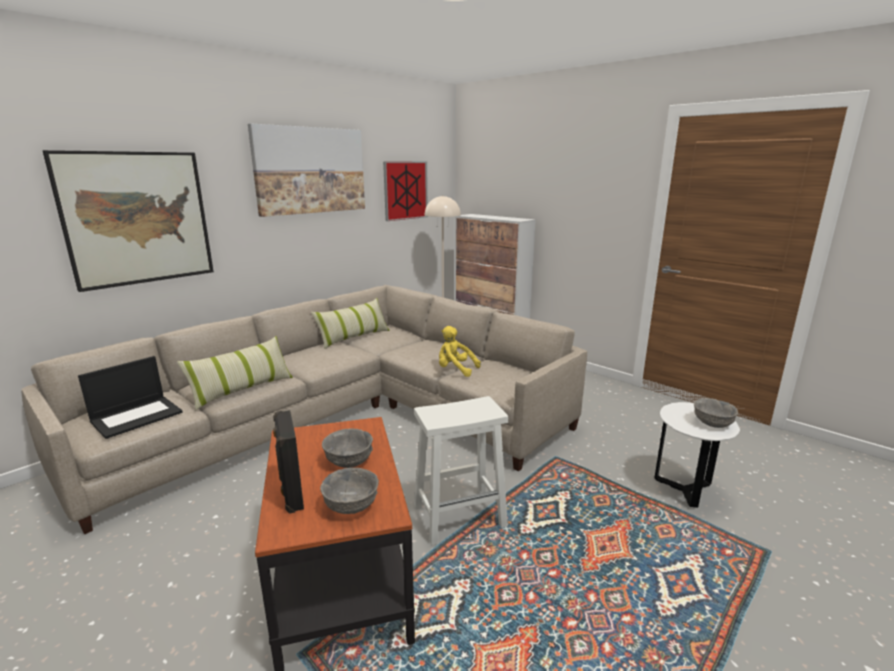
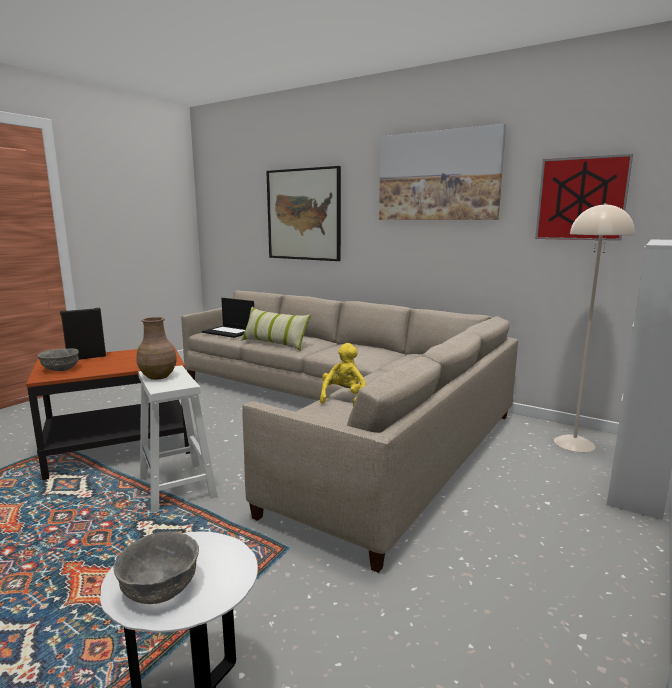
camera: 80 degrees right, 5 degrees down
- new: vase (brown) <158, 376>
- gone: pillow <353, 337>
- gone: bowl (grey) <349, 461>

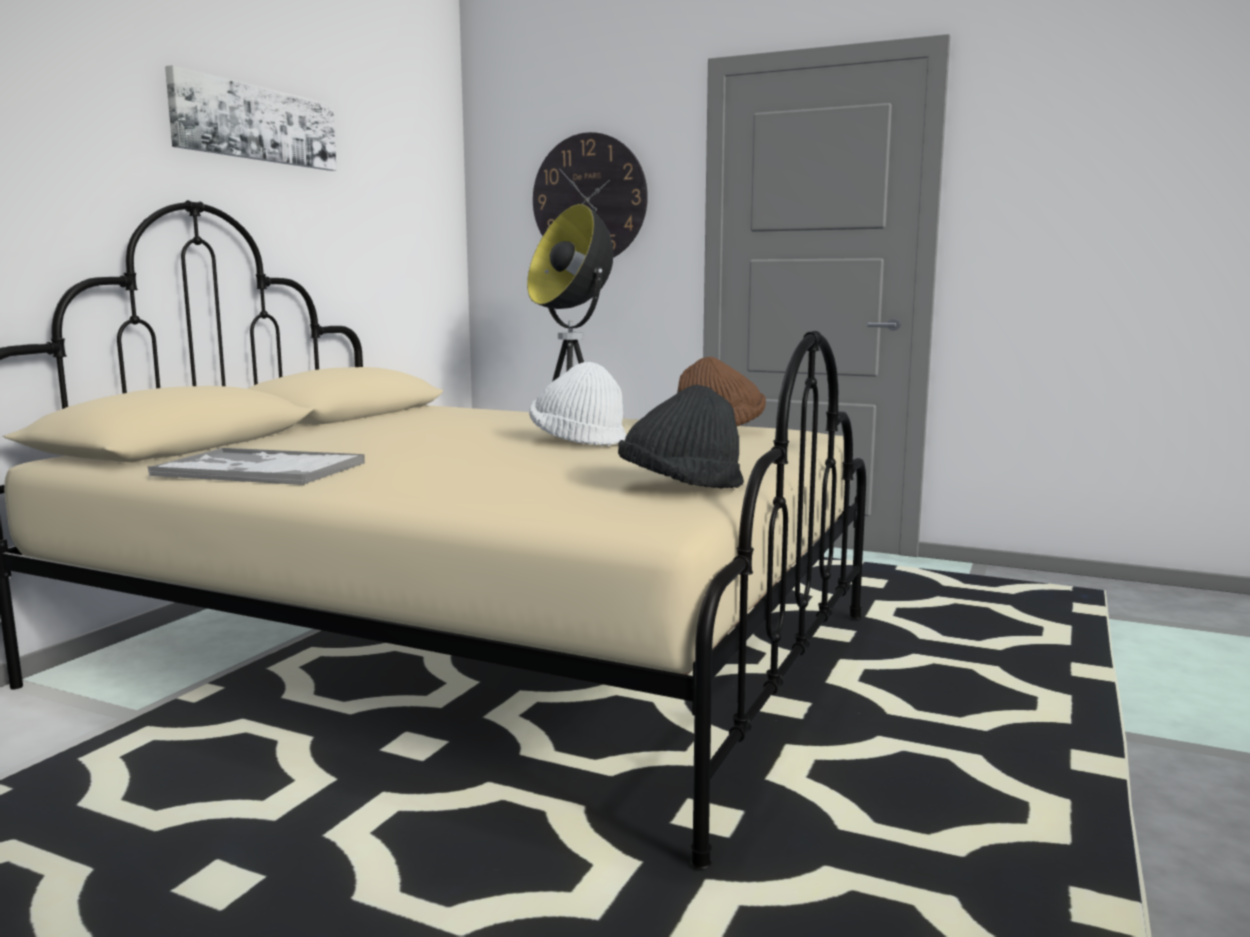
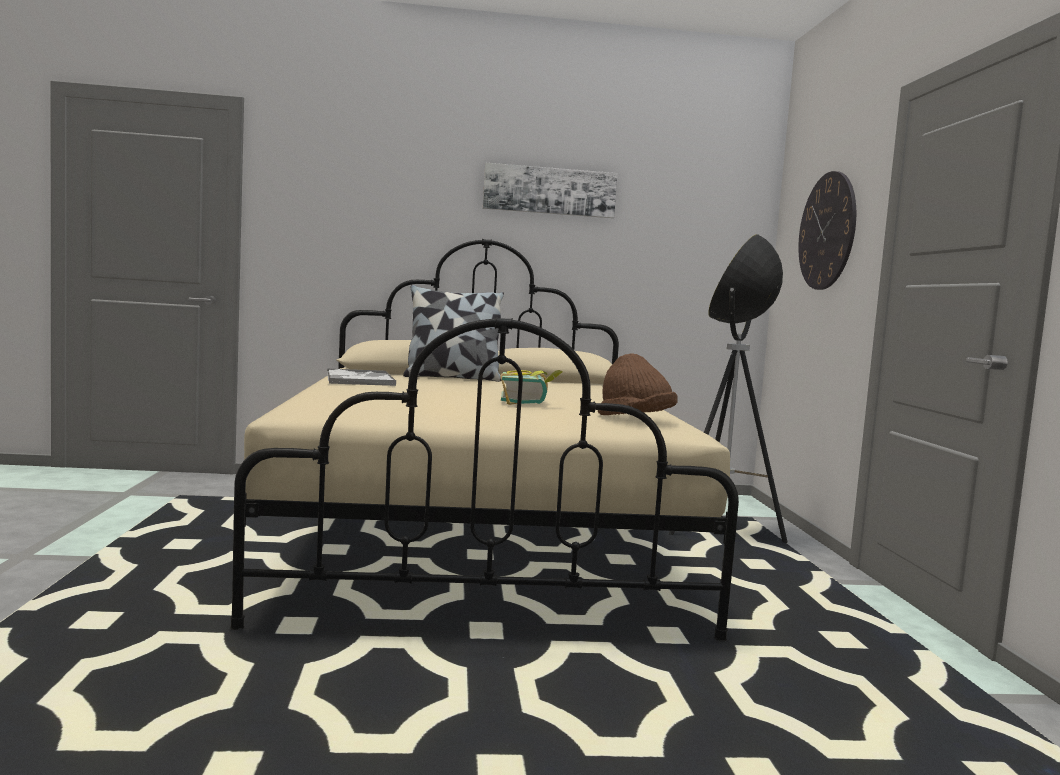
camera: 60 degrees right, 5 degrees down
- new: pillow <452, 378>
- swapped: hat (white) <578, 441> to book <529, 403>
- gone: hat (black) <680, 488>

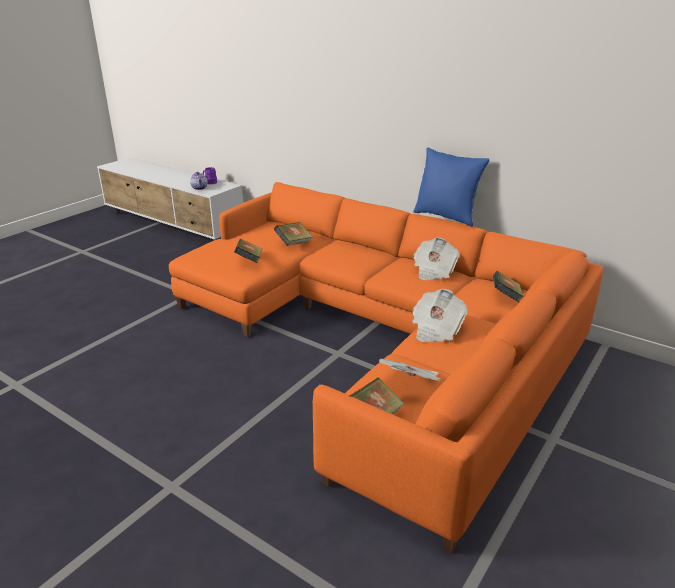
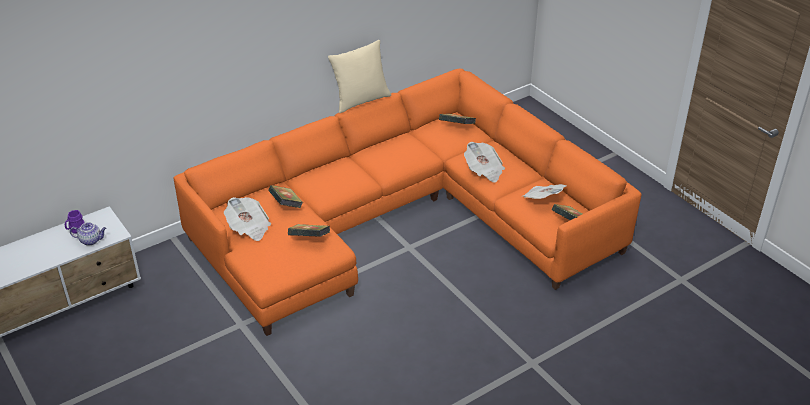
camera: 70 degrees left, 10 degrees up
- shifted: newspaper <433, 271> to <249, 228>
- repainted: pillow (blue) <446, 216> to pillow (beige) <361, 101>

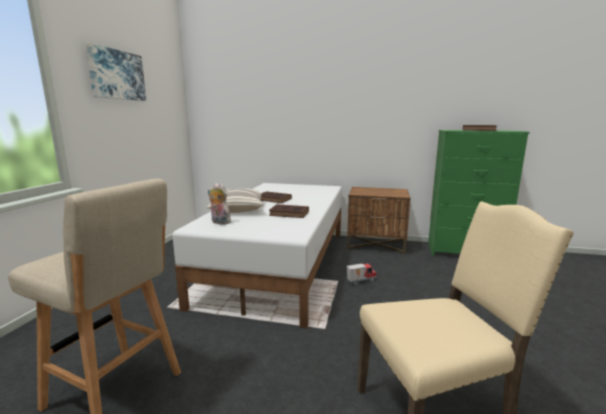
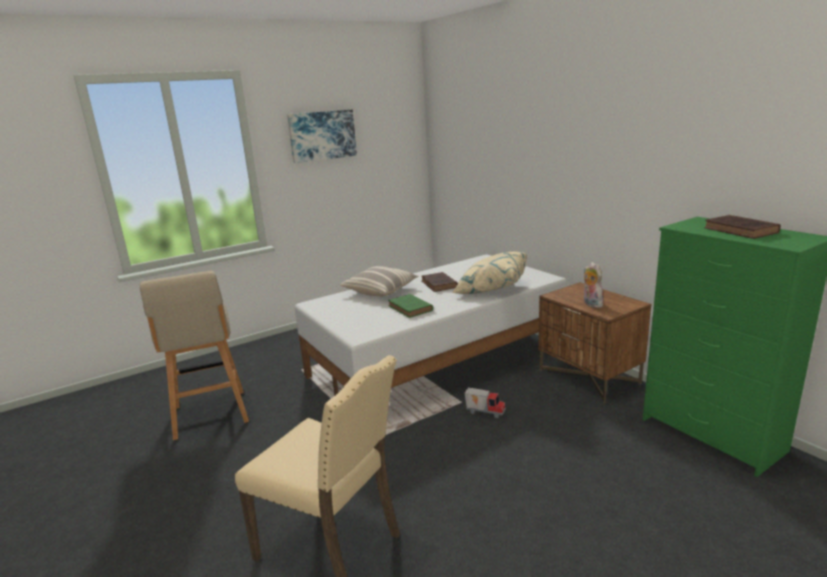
camera: 45 degrees right, 5 degrees up
- repainted: book (brown) <290, 213> to book (green) <411, 309>
- new: pillow (beige) <490, 288>
- shifted: plush toy <219, 222> to <591, 304>

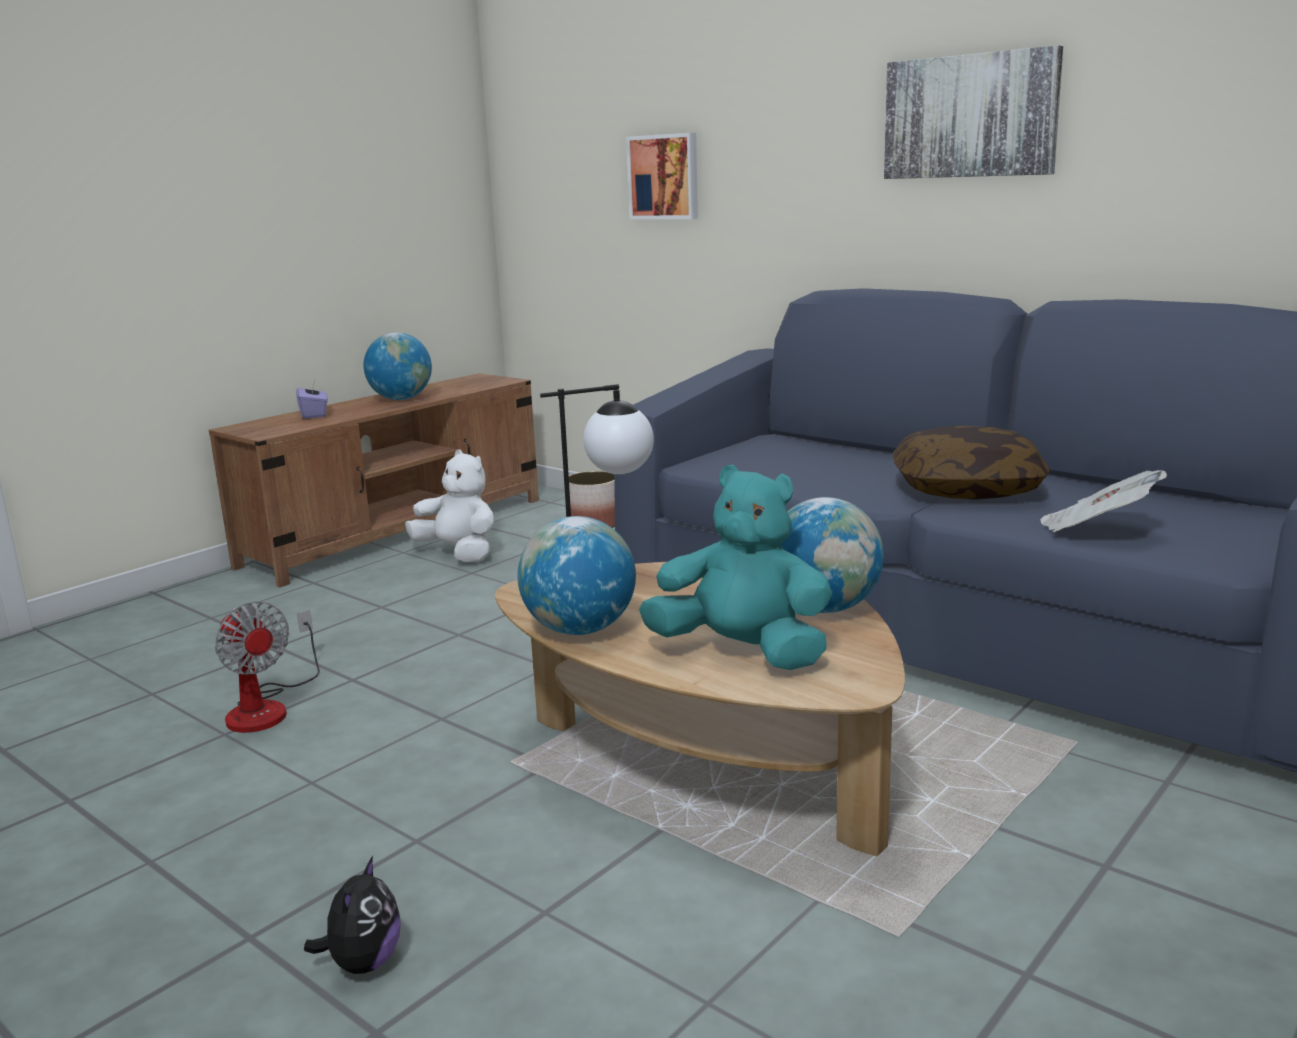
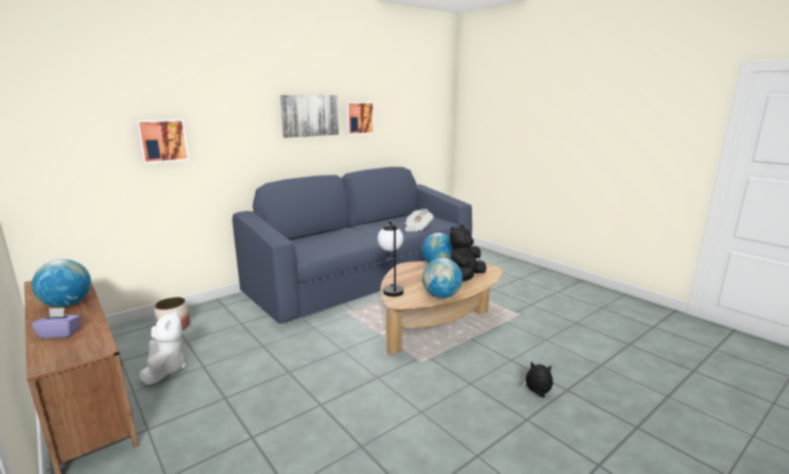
camera: 80 degrees left, 0 degrees up
- rotated: plush toy (white) <459, 554> = <165, 370> 120 degrees clockwise
- new: picture <359, 118>
- repainted: plush toy (turquoise) <742, 652> to plush toy (black) <466, 277>
- gone: fan <267, 707>
- gone: pillow <966, 489>

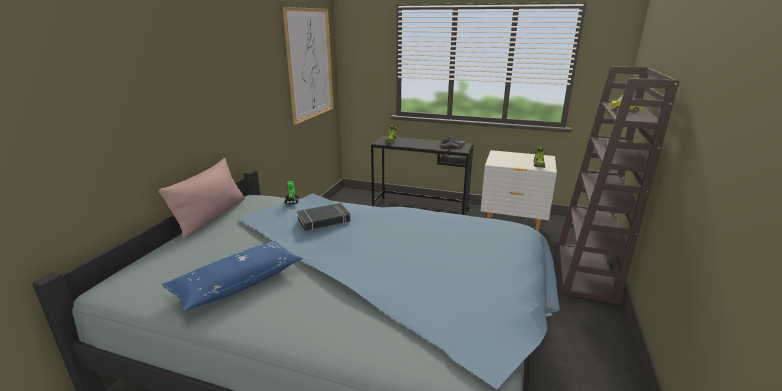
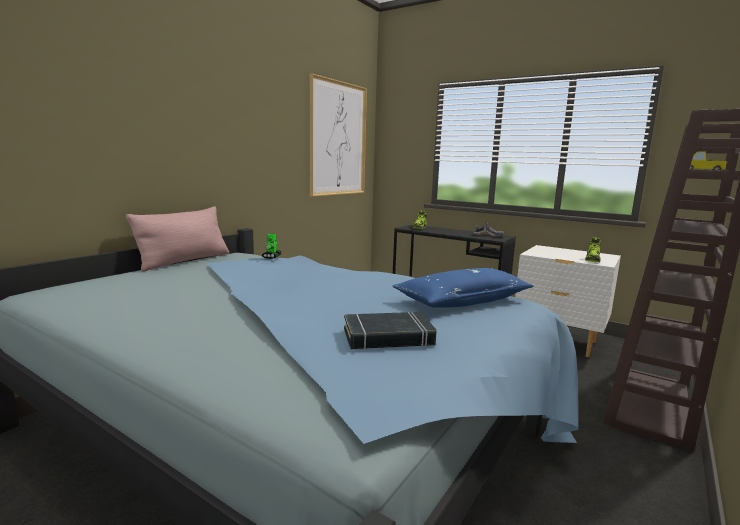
camera: 15 degrees right, 10 degrees down
- shifted: book (black) <324, 220> to <388, 337>
- shifted: pillow (blue) <238, 283> to <463, 301>

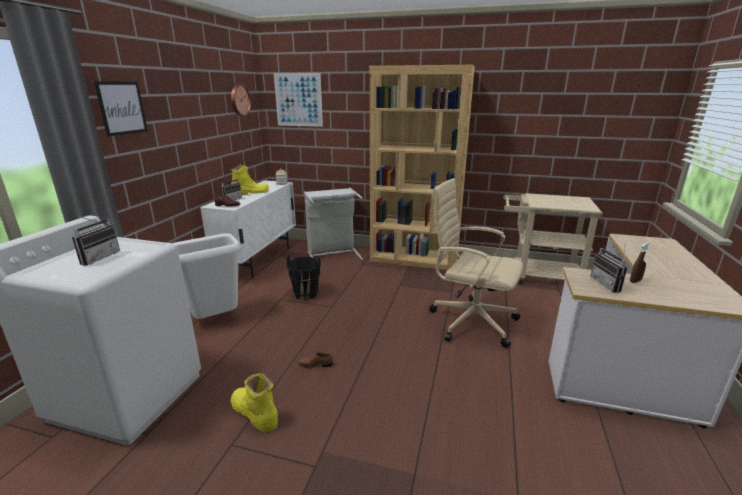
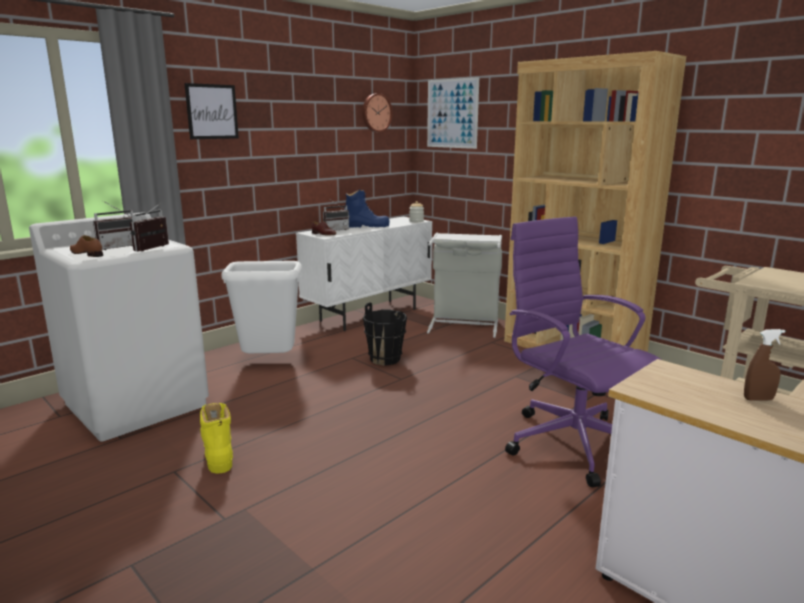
camera: 30 degrees right, 5 degrees down
- shifted: shoe (brown) <315, 364> to <87, 254>
- shifted: radio <609, 285> to <155, 249>
- repainted: boot (yellow) <250, 193> to boot (blue) <366, 226>
- repainted: office chair (beige) <470, 321> to office chair (purple) <572, 441>

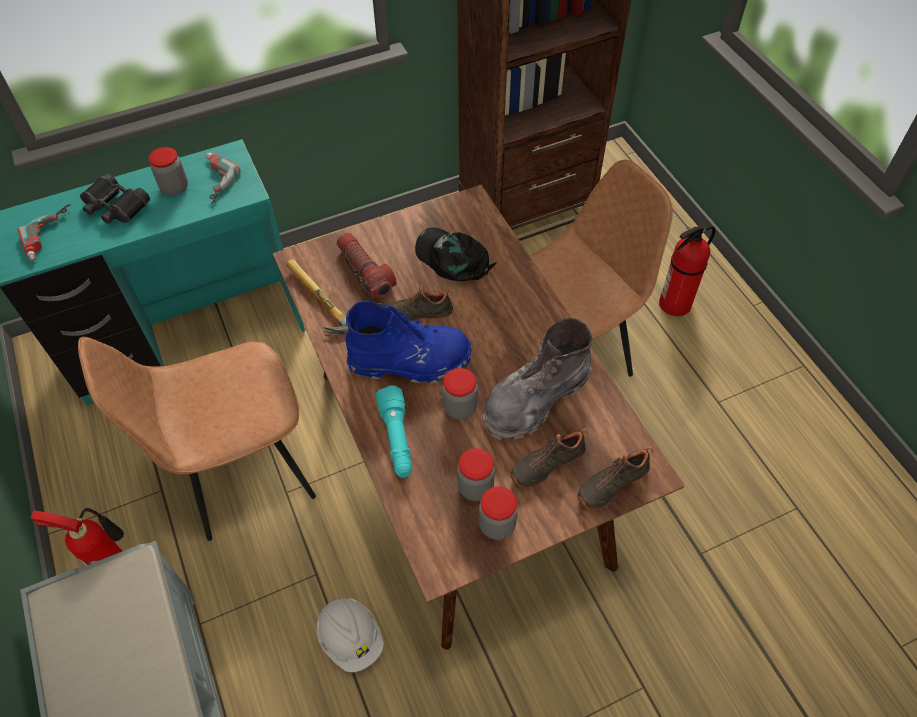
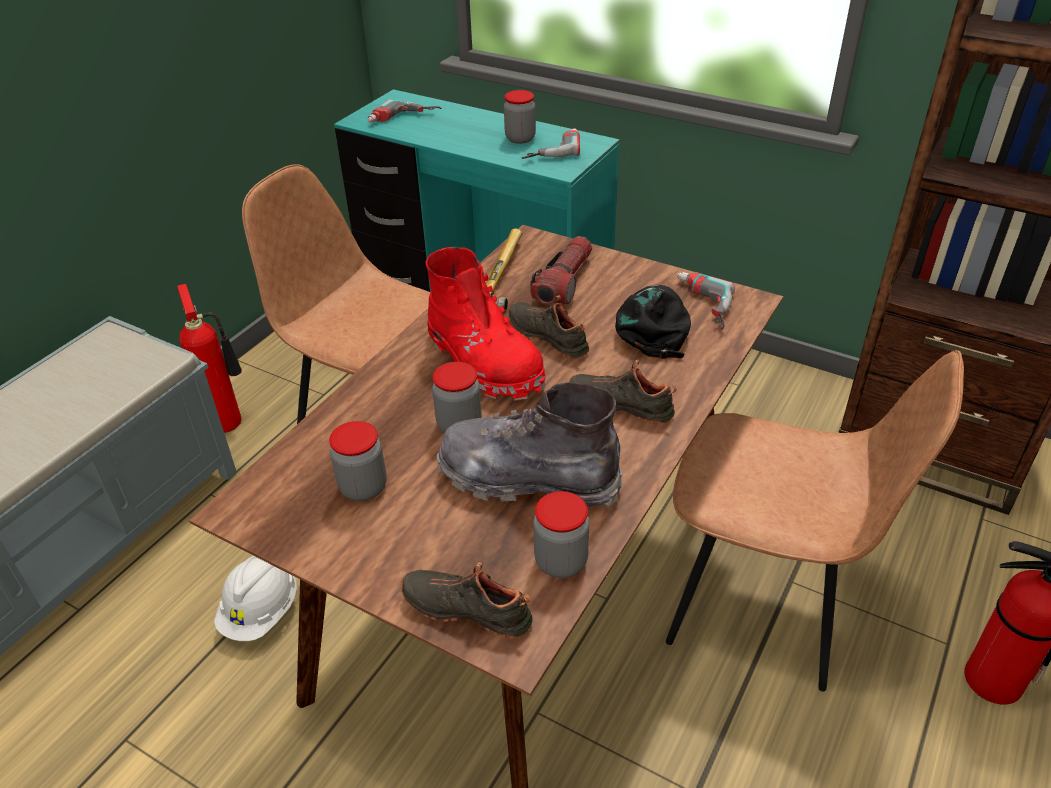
camera: 55 degrees right, 15 degrees down
- repainted: boot (blue) <410, 361> to boot (red) <484, 363>
- shifted: jar <497, 525> to <561, 562>
- shifted: shoe (black) <546, 463> to <621, 404>
- new: power drill <699, 305>
- gone: binoculars (black) <115, 207>
- gone: flashlight (turquoise) <397, 439>

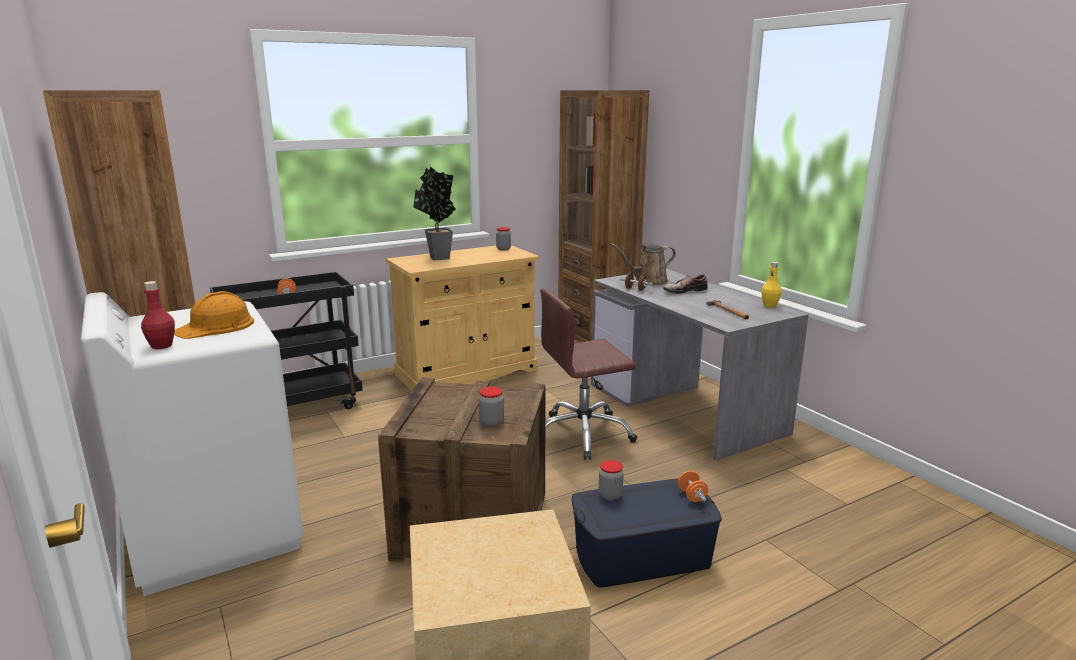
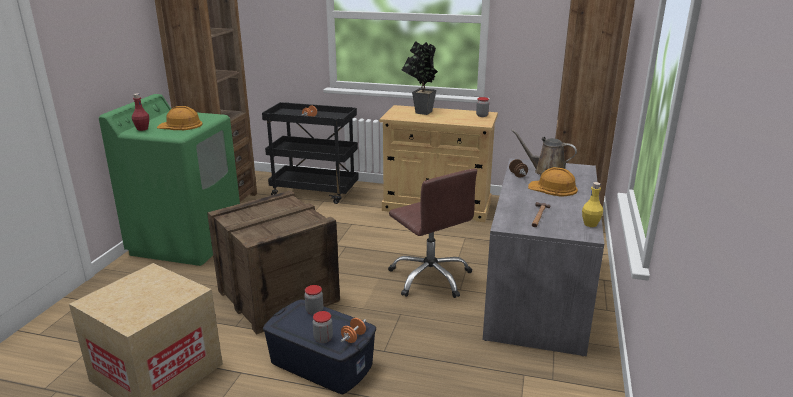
camera: 45 degrees right, 5 degrees up
- repainted: washing machine (white) <215, 532> to washing machine (green) <187, 241>
- shifted: jar <491, 423> to <323, 338>
- rotated: office chair (brown) <583, 434> = <430, 277> 150 degrees counterclockwise
- swapped: shoe <683, 290> to hard hat (orange) <553, 188>

